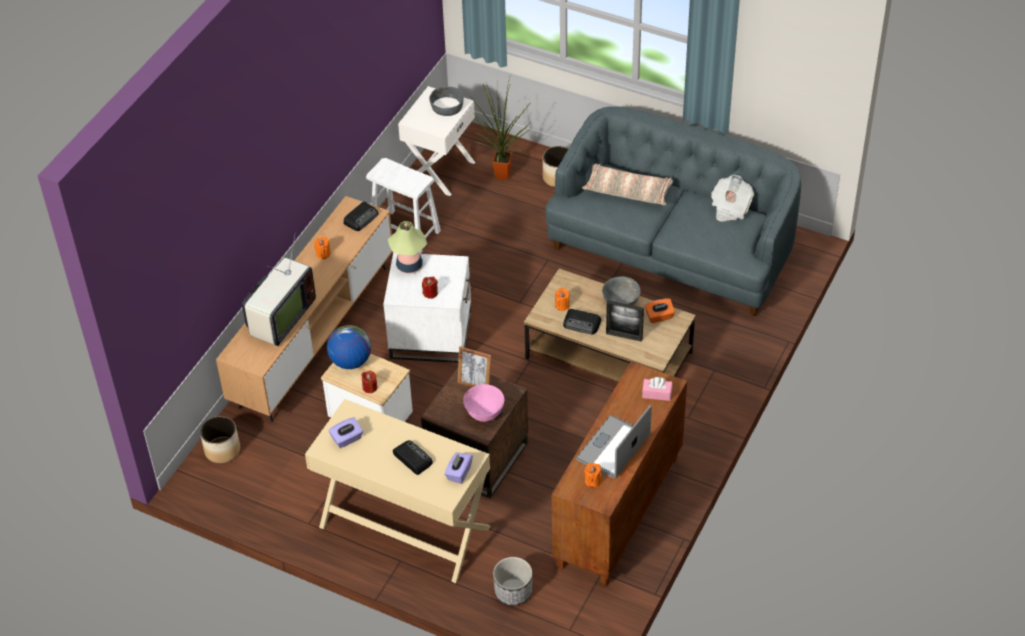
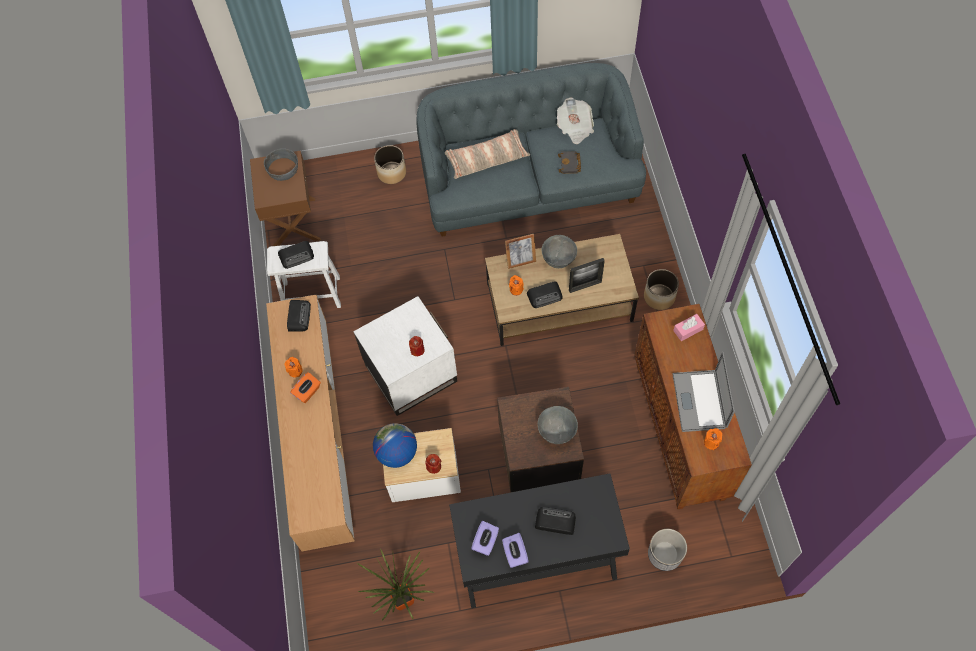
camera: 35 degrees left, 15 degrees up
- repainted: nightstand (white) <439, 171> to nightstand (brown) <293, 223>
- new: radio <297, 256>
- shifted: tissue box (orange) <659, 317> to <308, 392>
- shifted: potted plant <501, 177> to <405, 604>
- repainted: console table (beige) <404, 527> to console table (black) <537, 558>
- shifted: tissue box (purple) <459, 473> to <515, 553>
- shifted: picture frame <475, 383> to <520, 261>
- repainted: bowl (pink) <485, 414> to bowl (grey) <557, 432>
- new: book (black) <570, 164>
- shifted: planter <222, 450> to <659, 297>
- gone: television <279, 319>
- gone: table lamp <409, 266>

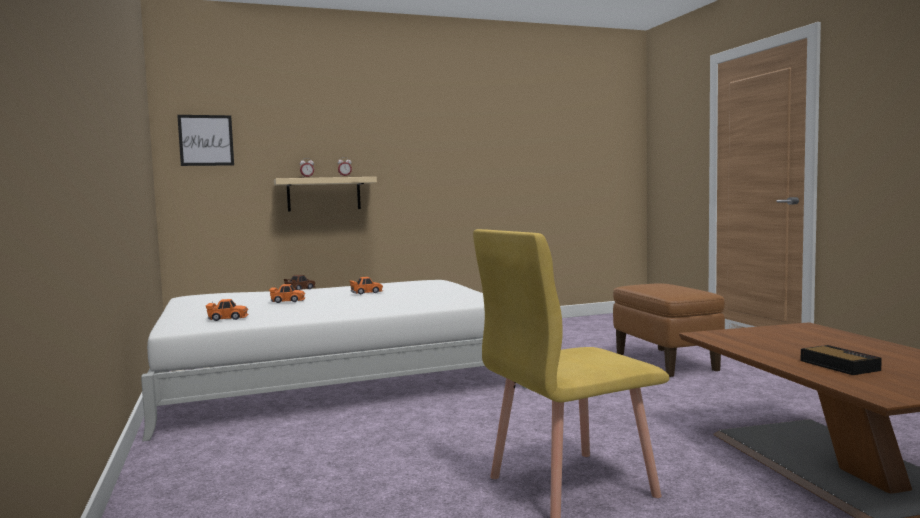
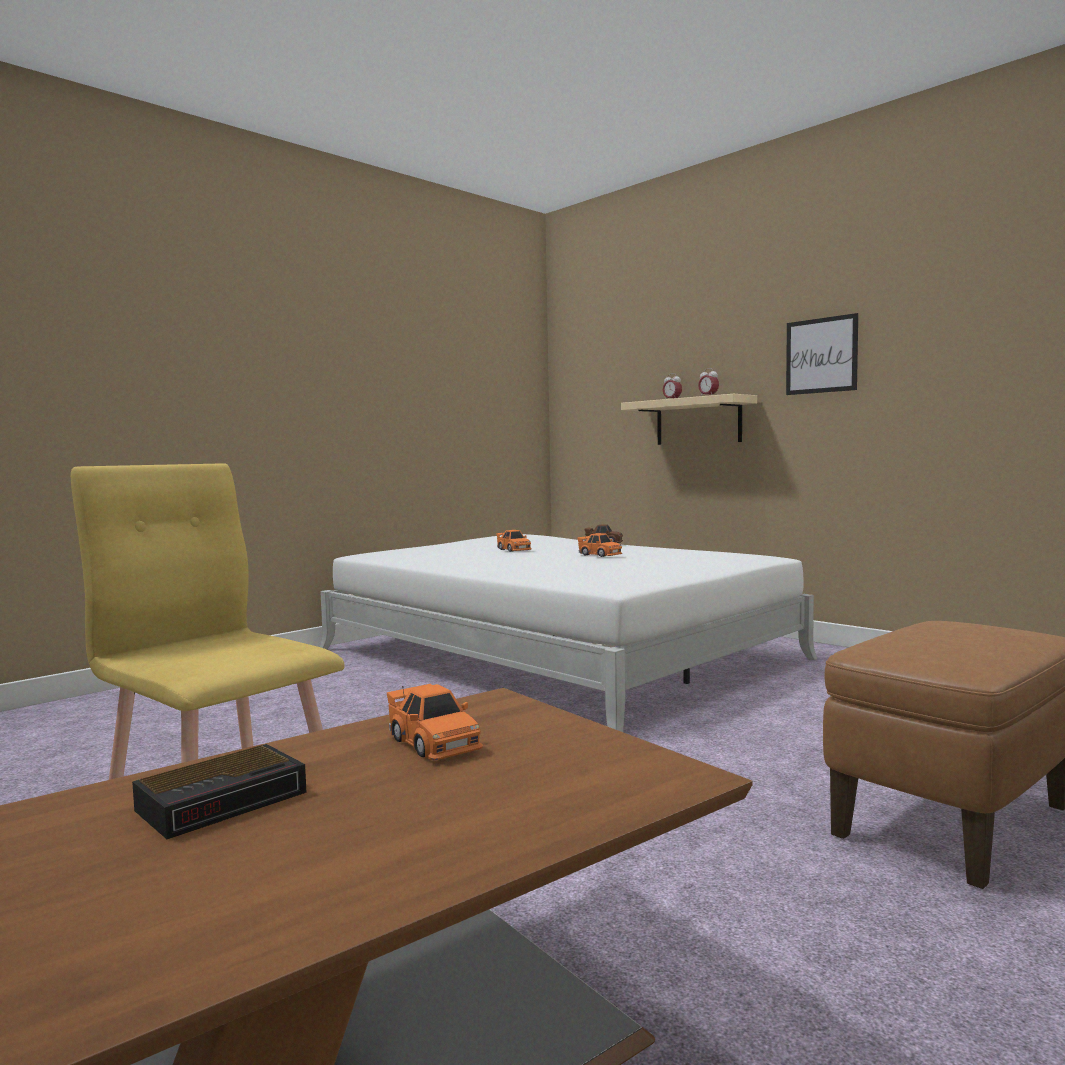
camera: 65 degrees right, 0 degrees up
- shifted: toy car (orange) <228, 318> to <433, 743>
- shifted: picture <206, 140> to <821, 355>

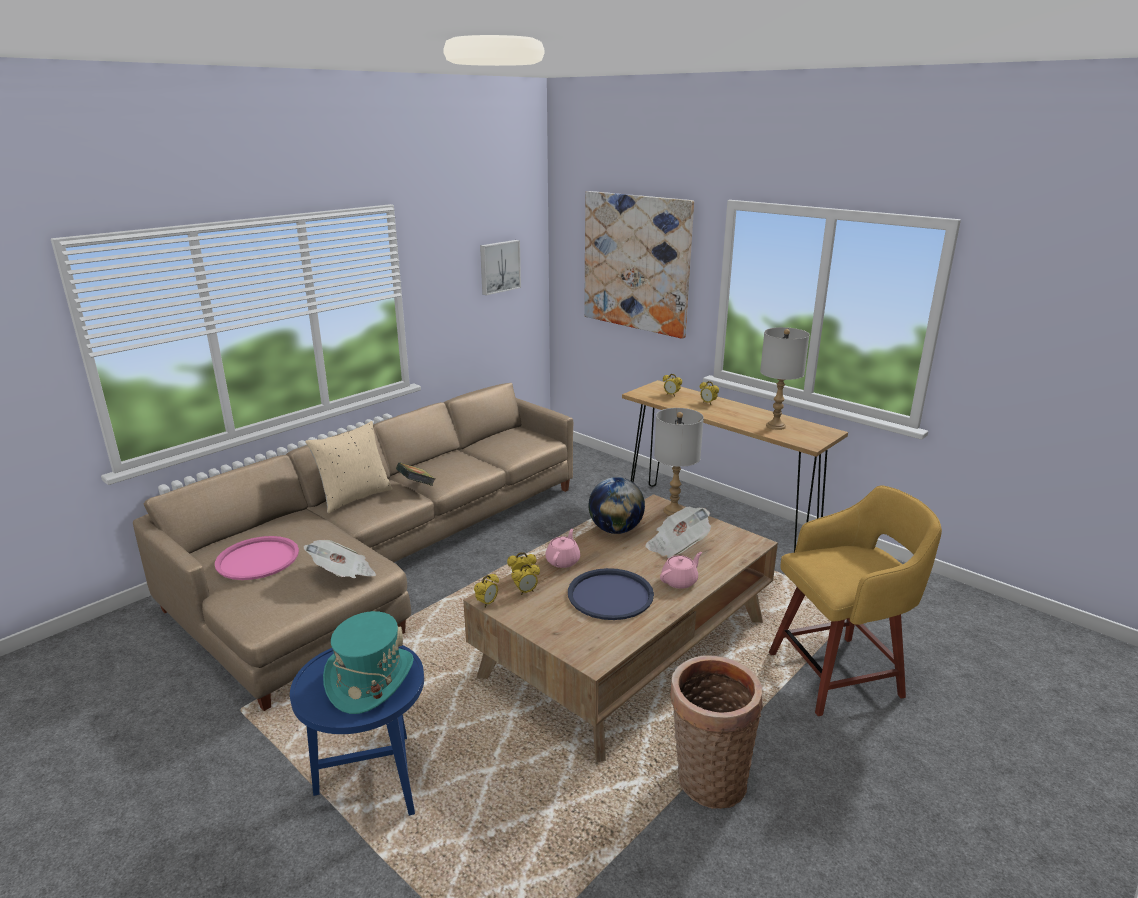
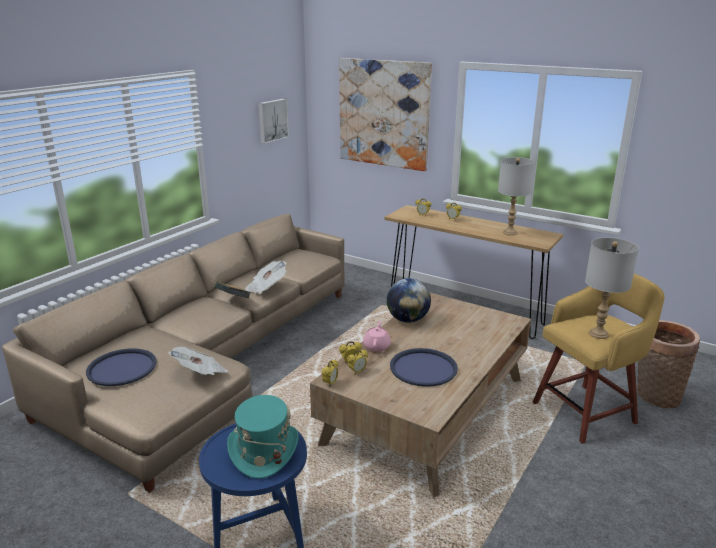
camera: 10 degrees left, 0 degrees up
- repainted: tray (pink) <258, 559> to tray (blue) <122, 368>
- shifted: newspaper <677, 546> to <266, 287>
- shifted: table lamp (grey) <674, 511> to <598, 334>
- shifted: basket <707, 779> to <655, 396>
- gone: pillow (beige) <354, 497>
- gone: teapot (pink) <680, 581>

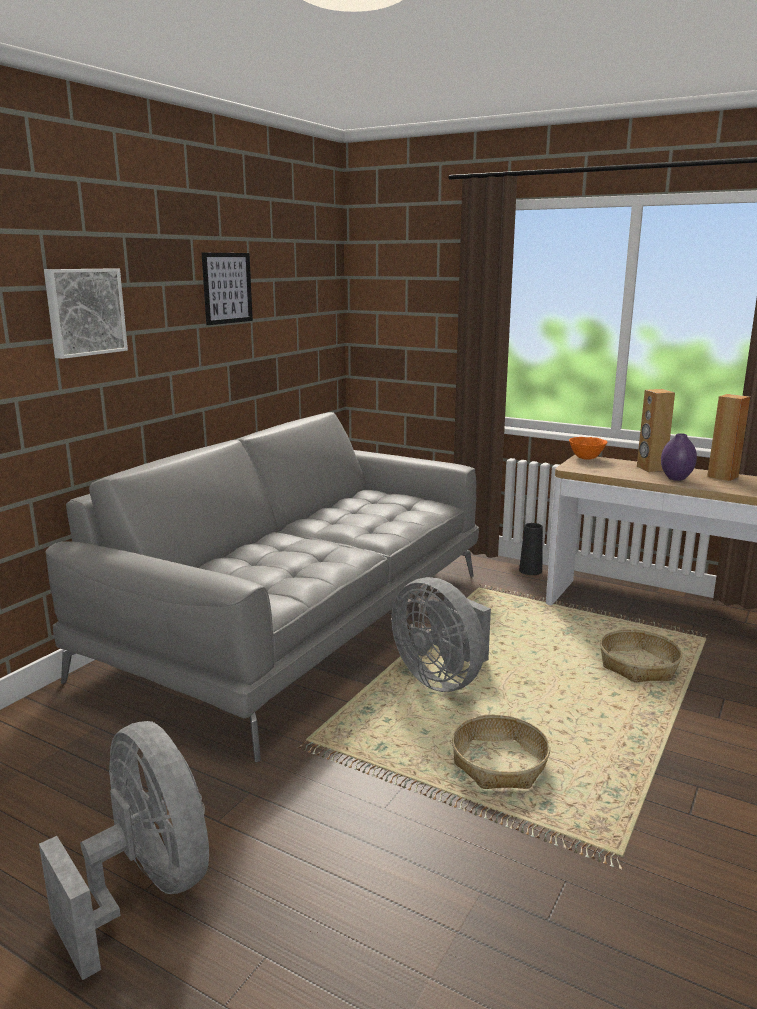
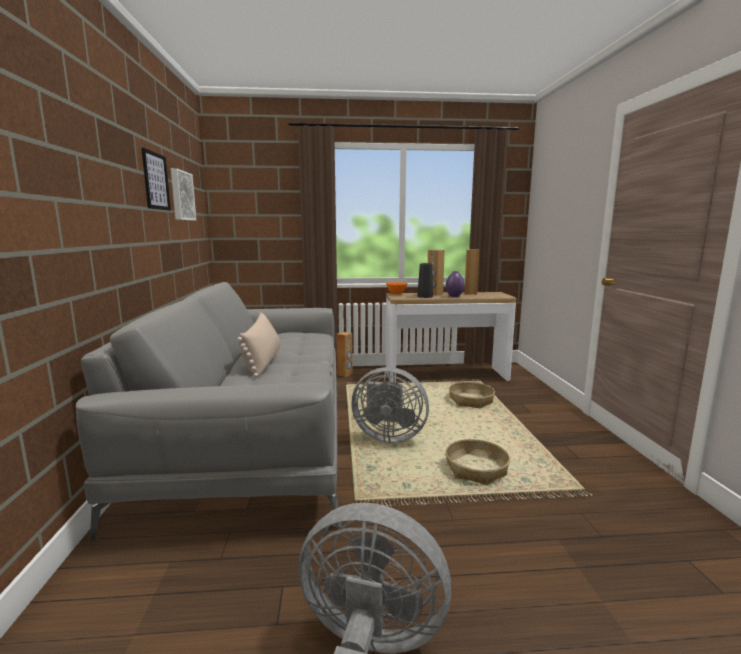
camera: 35 degrees left, 5 degrees down
- shifted: picture <84, 312> to <181, 196>
- new: pillow (beige) <263, 362>
- new: speaker (brown) <344, 374>
- shifted: vase (black) <530, 570> to <425, 296>

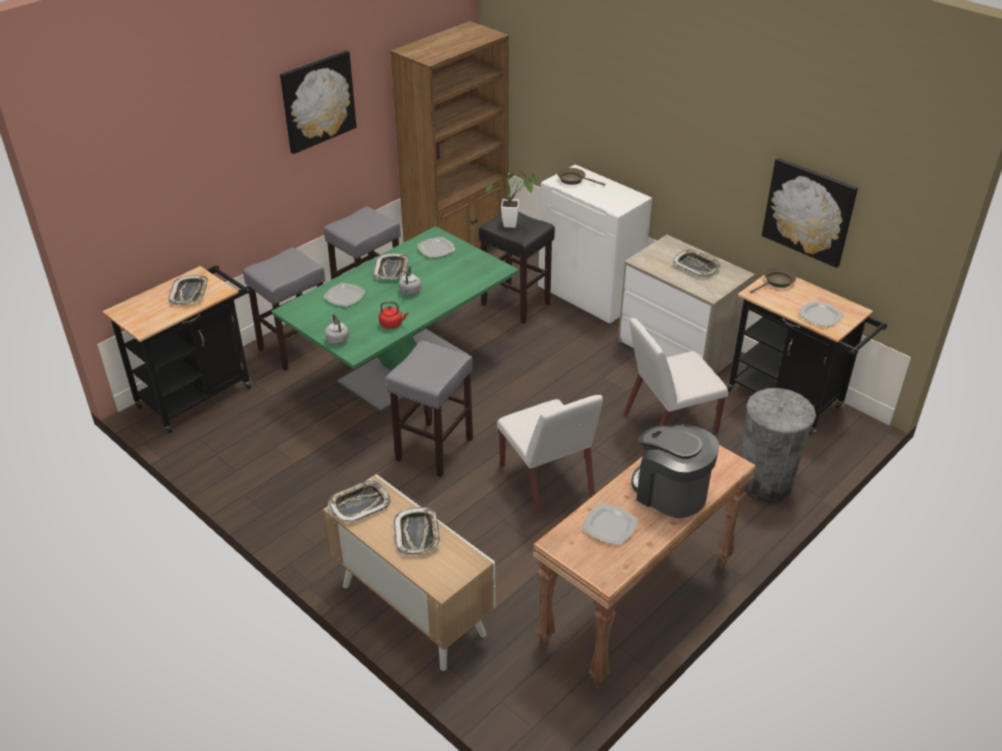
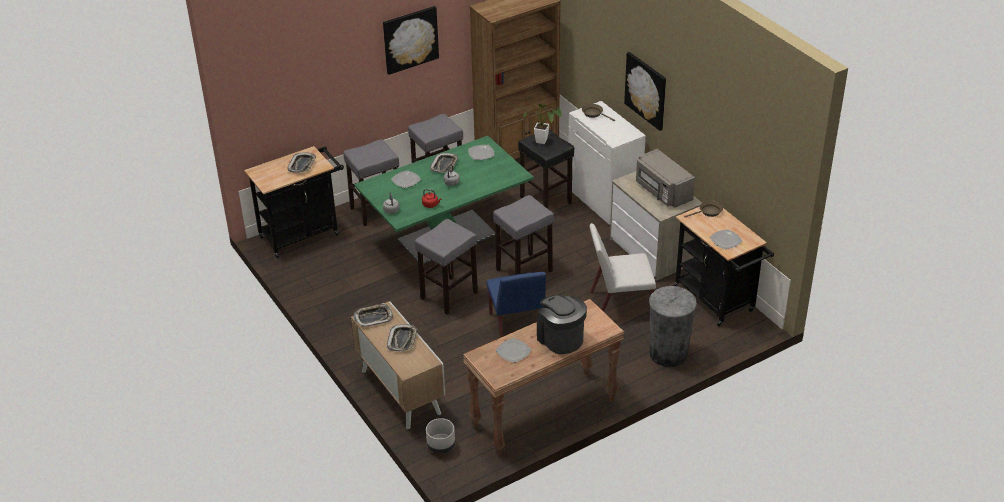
camera: 15 degrees right, 0 degrees up
- new: planter (grey) <441, 446>
- repainted: chair (white) <547, 481> to chair (blue) <517, 328>
- new: stool (grey) <523, 270>
- shifted: picture <809, 211> to <646, 90>
- swapped: tray <696, 266> to microwave (grey) <662, 191>

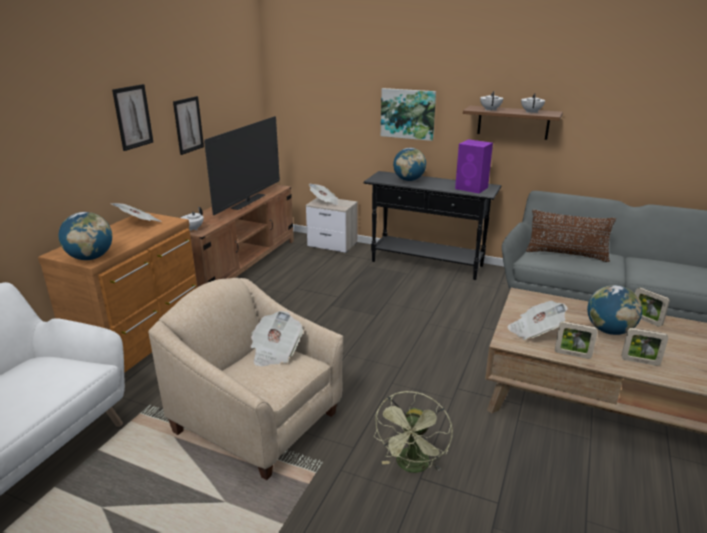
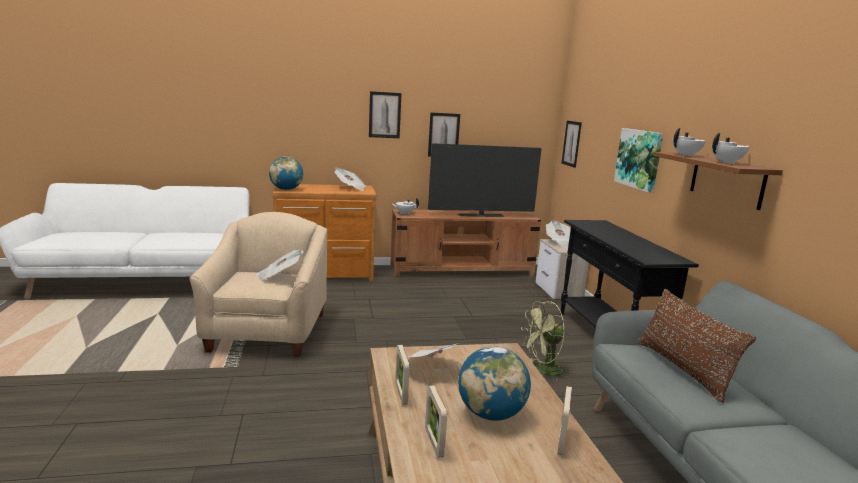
camera: 55 degrees right, 10 degrees down
- shifted: fan (green) <412, 467> to <543, 371>
- new: picture <571, 143>
- gone: globe <409, 180>
- gone: speaker (purple) <472, 188>

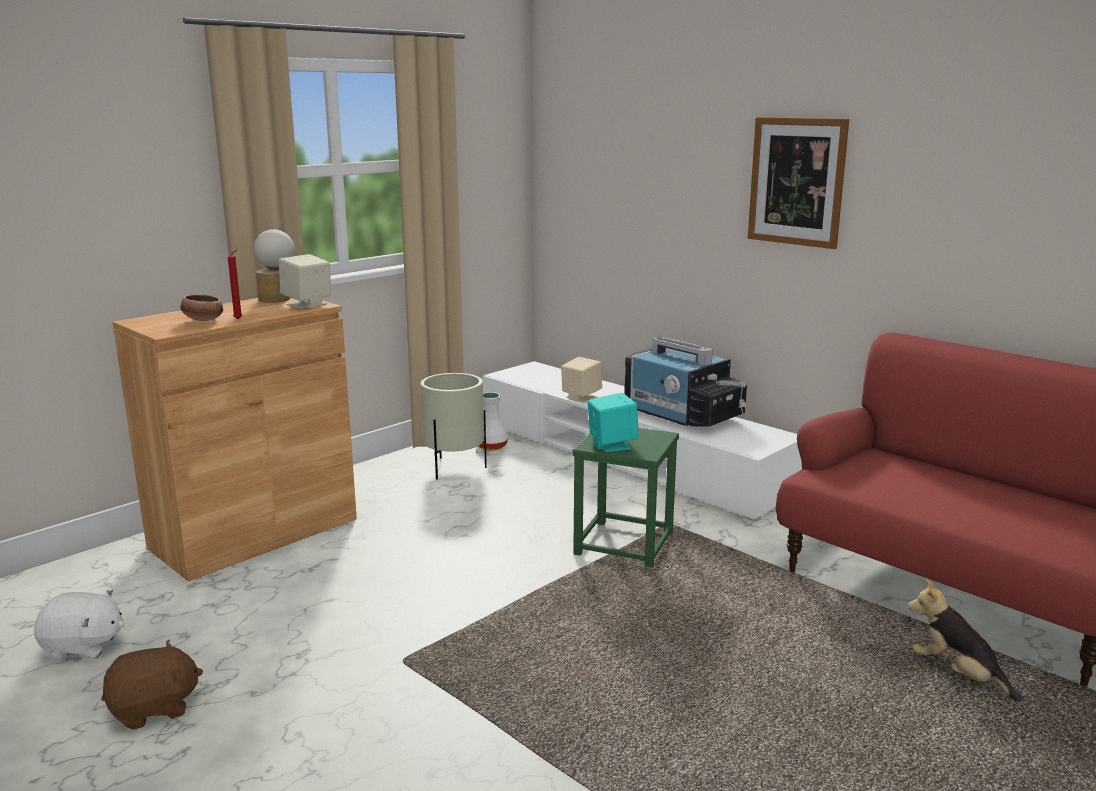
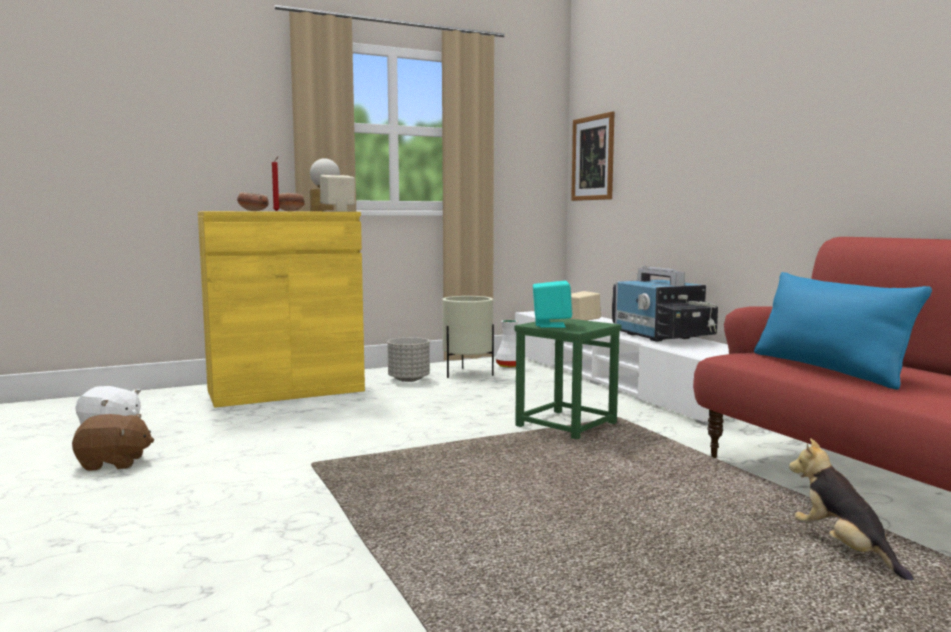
camera: 20 degrees right, 10 degrees down
- repainted: cabinet (brown) <255, 533> to cabinet (yellow) <286, 390>
- new: bowl <290, 211>
- new: planter (grey) <409, 379>
- shifted: picture <796, 181> to <593, 158>
- new: pillow (blue) <827, 369>

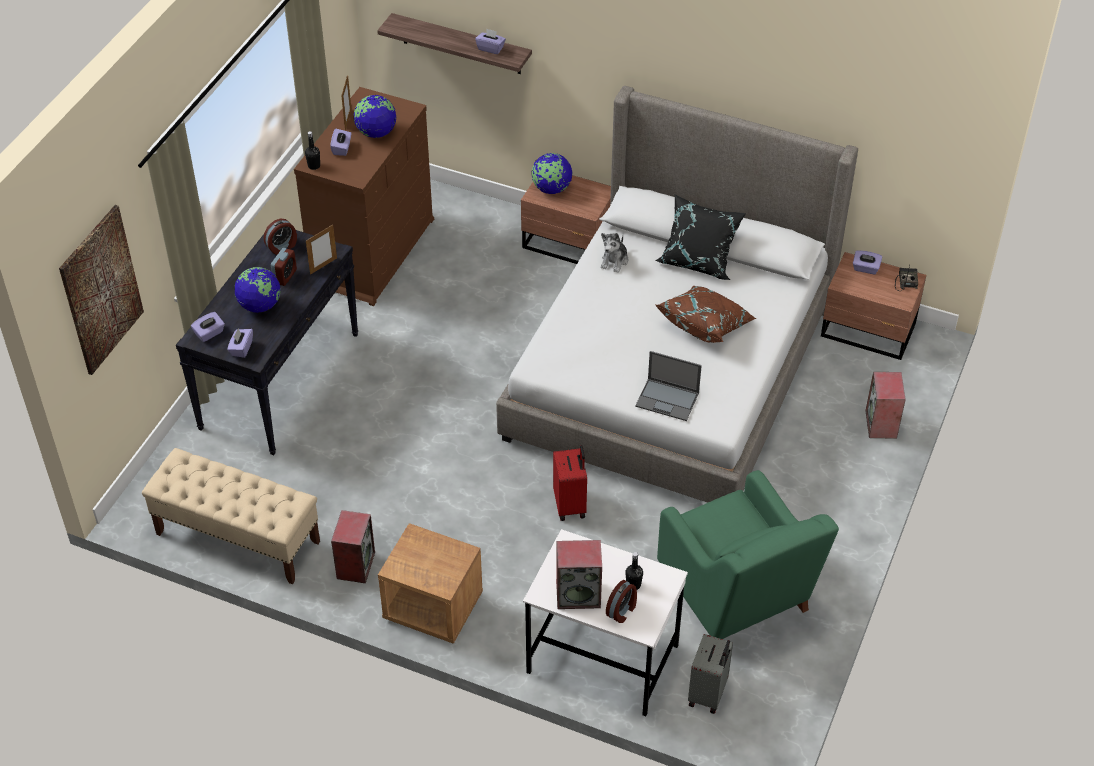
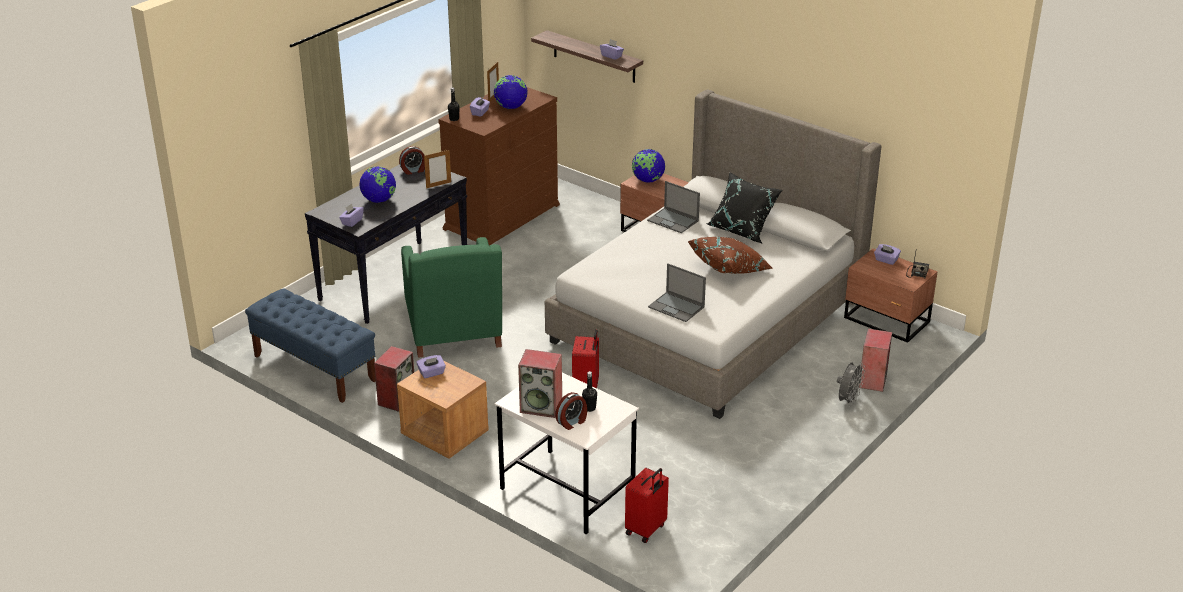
camera: 15 degrees right, 15 degrees down
- repainted: bench (beige) <237, 538> to bench (blue) <314, 368>
- shifted: armchair (green) <736, 595> to <454, 331>
- shifted: tissue box (purple) <209, 333> to <431, 373>
- repainted: suitcase (grey) <708, 694> to suitcase (red) <646, 530>
- swapped: plush toy <614, 261> to laptop <673, 221>
- new: fan (grey) <848, 401>
- gone: picture <101, 290>
- gone: alarm clock <285, 276>

